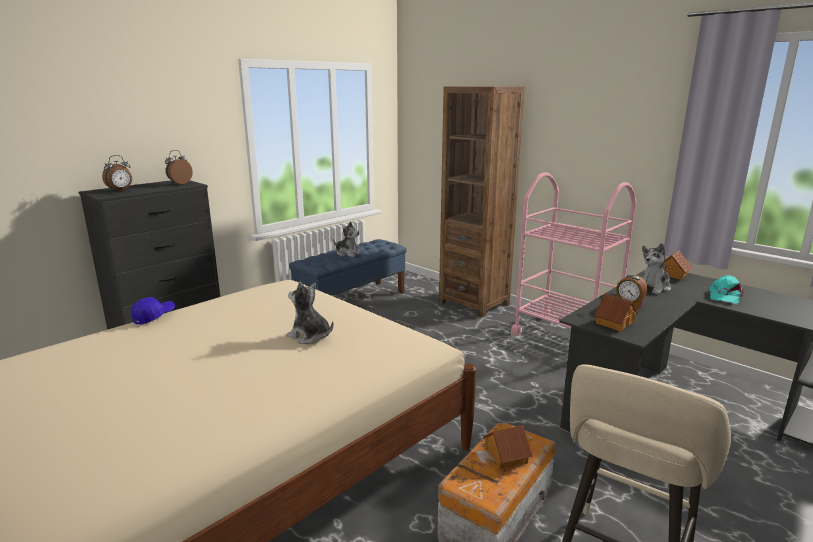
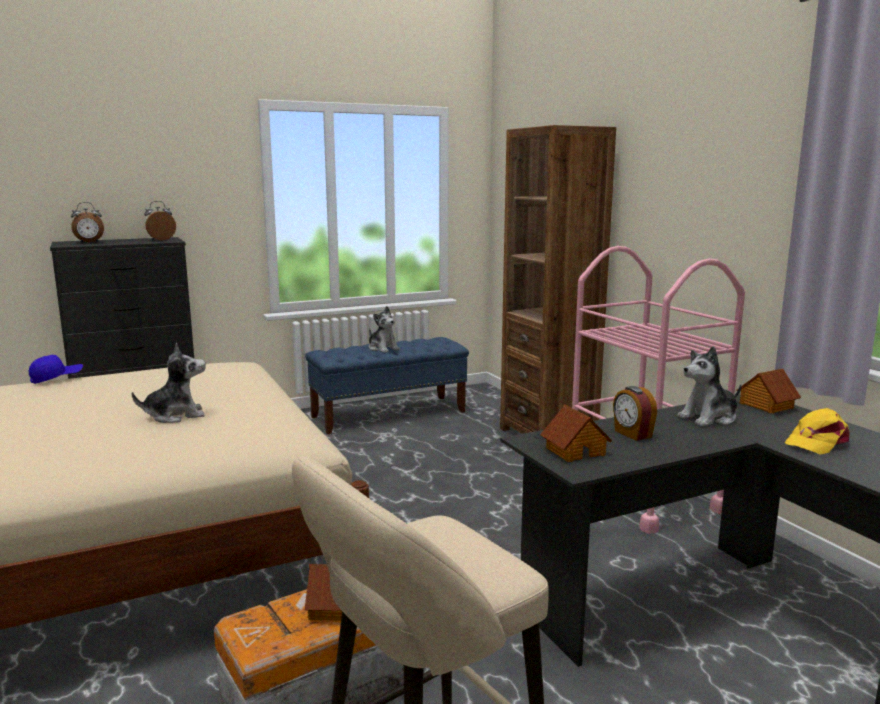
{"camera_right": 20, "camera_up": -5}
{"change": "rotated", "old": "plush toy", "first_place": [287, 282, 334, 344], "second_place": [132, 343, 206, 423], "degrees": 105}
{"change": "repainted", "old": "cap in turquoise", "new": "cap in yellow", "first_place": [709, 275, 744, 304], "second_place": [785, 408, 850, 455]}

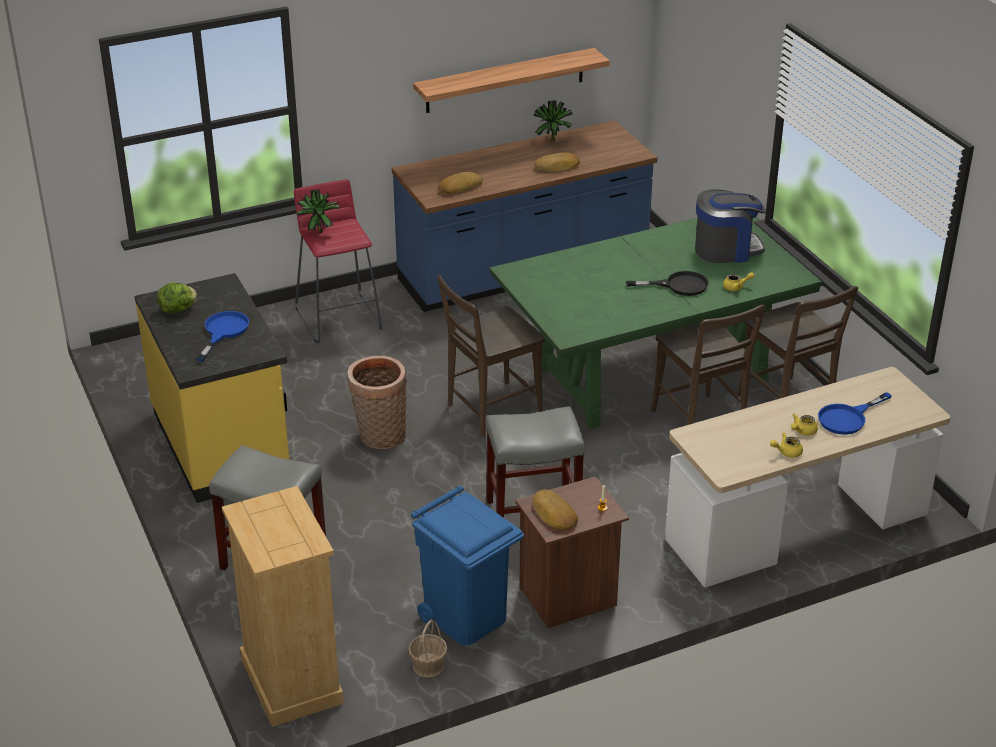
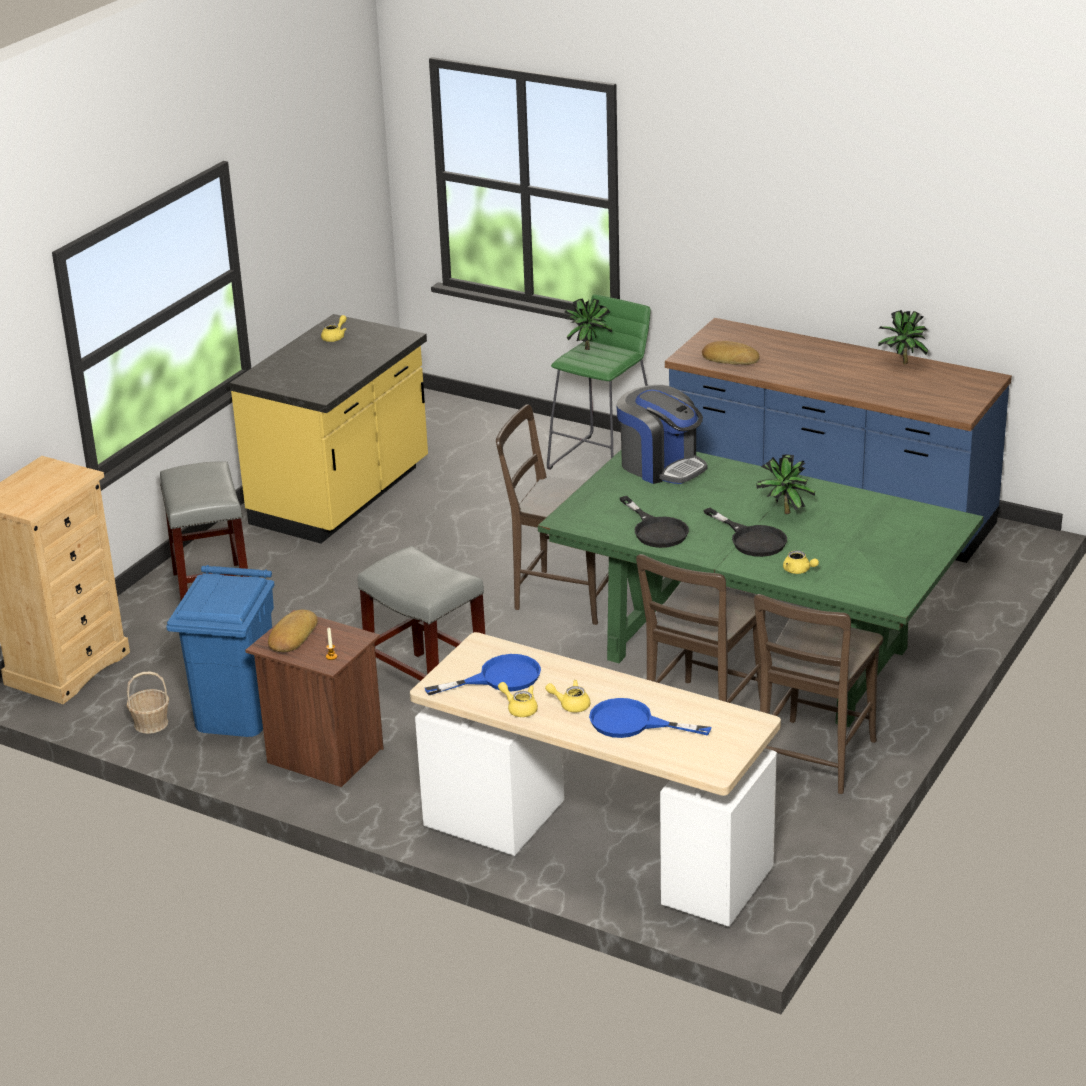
{"camera_right": 55, "camera_up": -5}
{"change": "swapped", "old": "lettuce", "new": "teapot in yellow", "first_place": [157, 283, 197, 313], "second_place": [321, 315, 347, 342]}
{"change": "shifted", "old": "frying pan in blue", "first_place": [196, 311, 249, 361], "second_place": [425, 654, 541, 695]}
{"change": "repainted", "old": "stool in red", "new": "stool in green", "first_place": [294, 179, 382, 343], "second_place": [547, 294, 650, 469]}
{"change": "gone", "old": "basket", "first_place": [347, 356, 407, 449]}
{"change": "gone", "old": "shelf", "first_place": [413, 48, 610, 113]}
{"change": "gone", "old": "bread", "first_place": [534, 152, 580, 172]}
{"change": "shifted", "old": "coffee machine", "first_place": [695, 189, 766, 263], "second_place": [616, 385, 708, 484]}
{"change": "new", "new": "frying pan in black", "second_place": [620, 496, 689, 548]}
{"change": "new", "new": "potted plant", "second_place": [756, 454, 815, 514]}

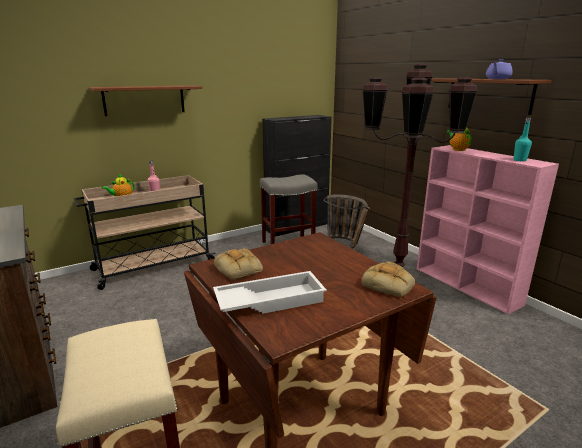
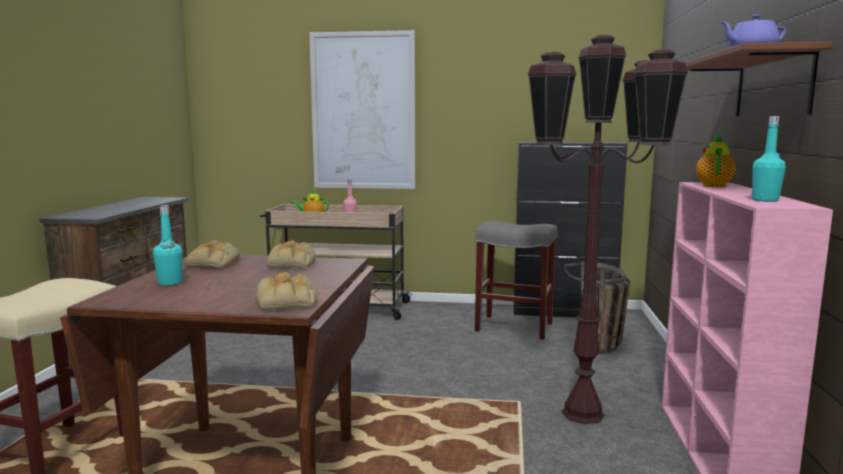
{"camera_right": 40, "camera_up": -10}
{"change": "swapped", "old": "shelf in brown", "new": "picture", "first_place": [89, 85, 202, 116], "second_place": [309, 30, 416, 189]}
{"change": "swapped", "old": "tray in white", "new": "bottle in turquoise", "first_place": [213, 271, 327, 314], "second_place": [153, 205, 182, 286]}
{"change": "new", "new": "bread", "second_place": [266, 240, 316, 268]}

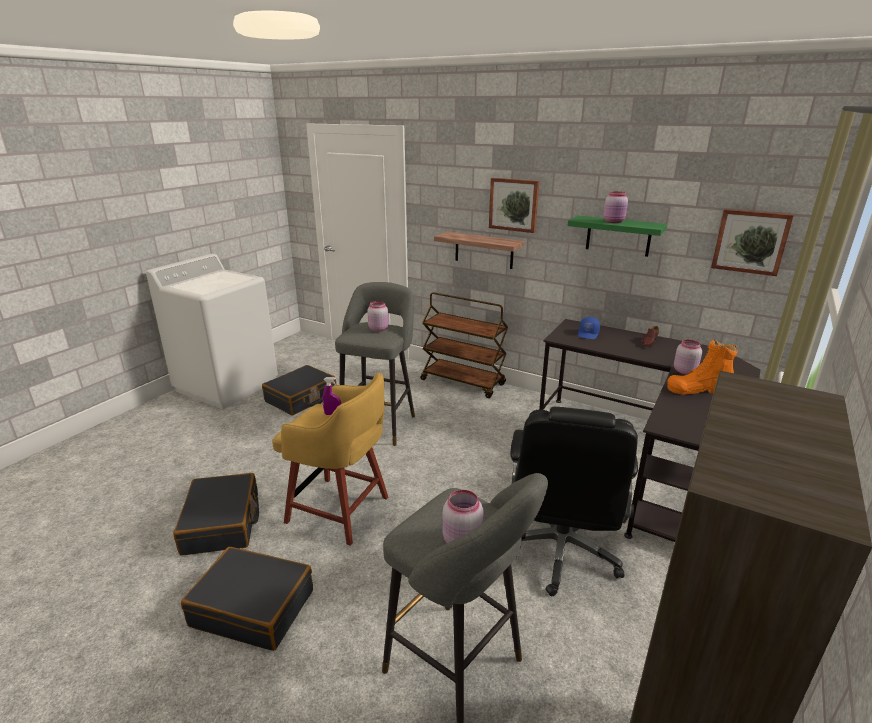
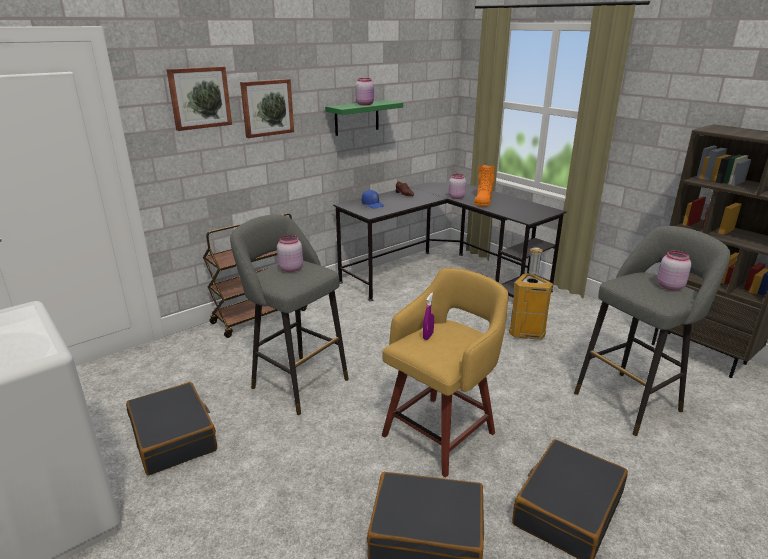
{"camera_right": -70, "camera_up": 0}
{"change": "gone", "old": "shelf", "first_place": [434, 232, 525, 269]}
{"change": "swapped", "old": "office chair in black", "new": "trash can", "first_place": [510, 407, 638, 596], "second_place": [509, 247, 553, 340]}
{"change": "shifted", "old": "picture", "first_place": [711, 209, 794, 276], "second_place": [167, 66, 232, 131]}

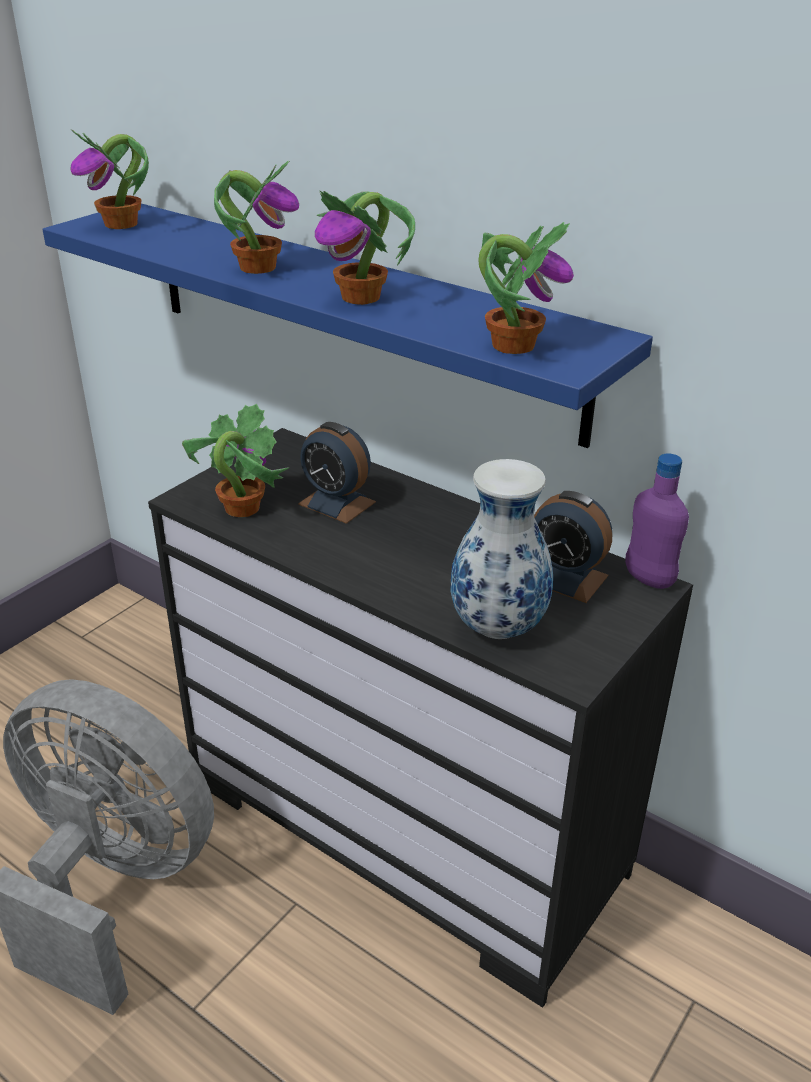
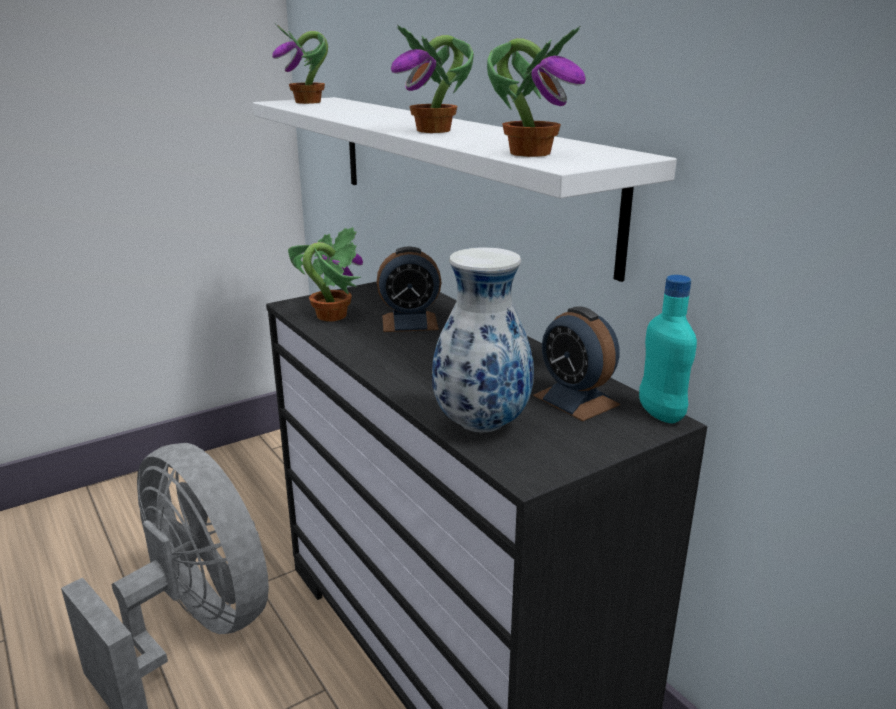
{"camera_right": 20, "camera_up": -10}
{"change": "repainted", "old": "shelf in blue", "new": "shelf in white", "first_place": [43, 203, 653, 448], "second_place": [253, 97, 677, 282]}
{"change": "gone", "old": "potted plant", "first_place": [214, 161, 299, 274]}
{"change": "rotated", "old": "alarm clock", "first_place": [298, 422, 376, 524], "second_place": [377, 246, 441, 332], "degrees": -60}
{"change": "repainted", "old": "bottle in purple", "new": "bottle in turquoise", "first_place": [625, 454, 689, 589], "second_place": [639, 275, 697, 423]}

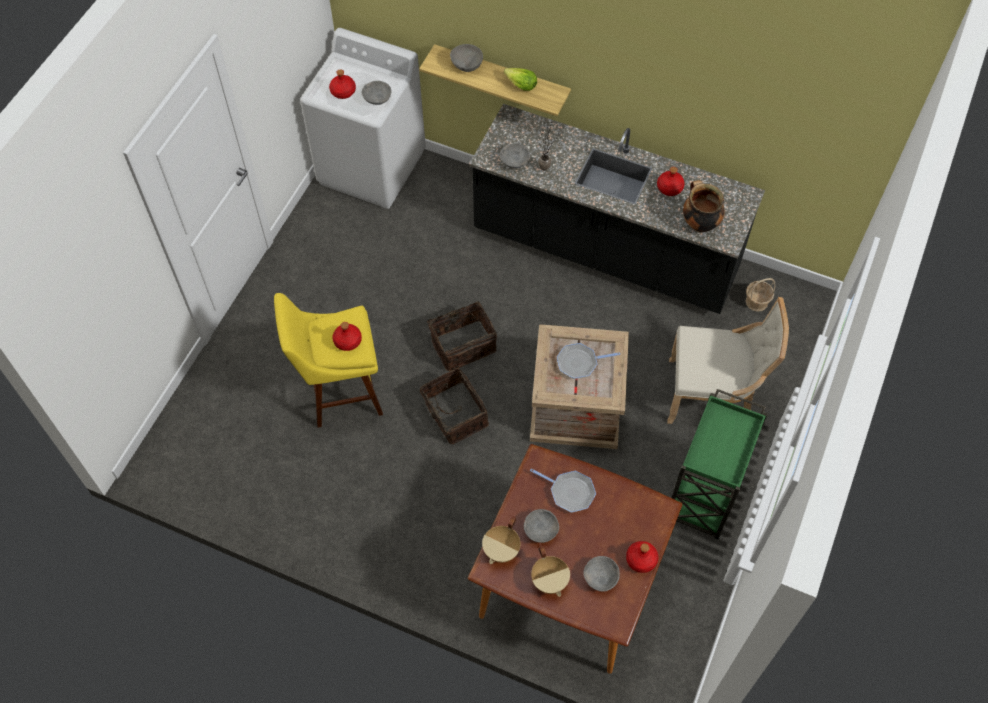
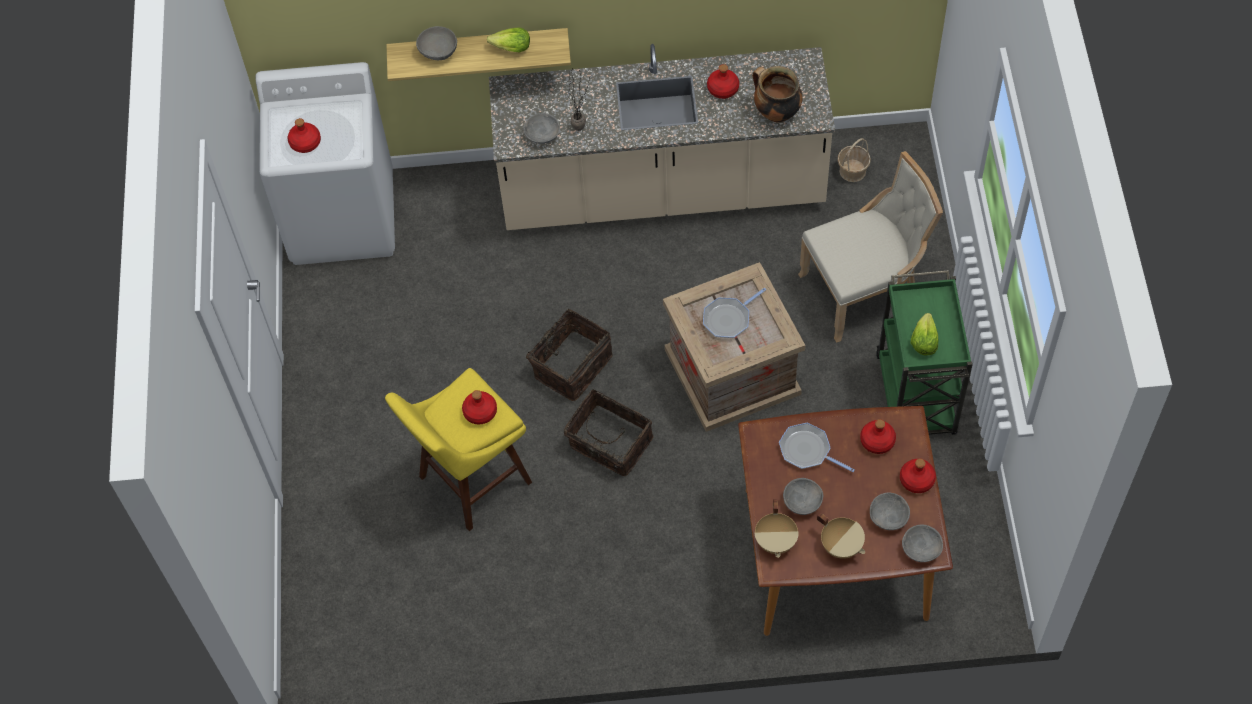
{"camera_right": -25, "camera_up": 0}
{"change": "shifted", "old": "bowl in grey", "first_place": [362, 81, 391, 105], "second_place": [902, 525, 943, 562]}
{"change": "repainted", "old": "counter in black", "new": "counter in beige", "first_place": [469, 104, 765, 314], "second_place": [489, 44, 835, 230]}
{"change": "rotated", "old": "frying pan", "first_place": [530, 469, 596, 513], "second_place": [779, 423, 855, 472], "degrees": -150}
{"change": "new", "new": "bottle in red", "second_place": [860, 419, 896, 454]}
{"change": "new", "new": "lettuce", "second_place": [910, 313, 938, 356]}

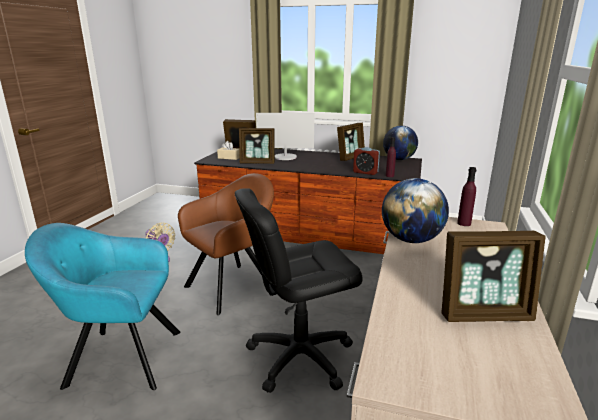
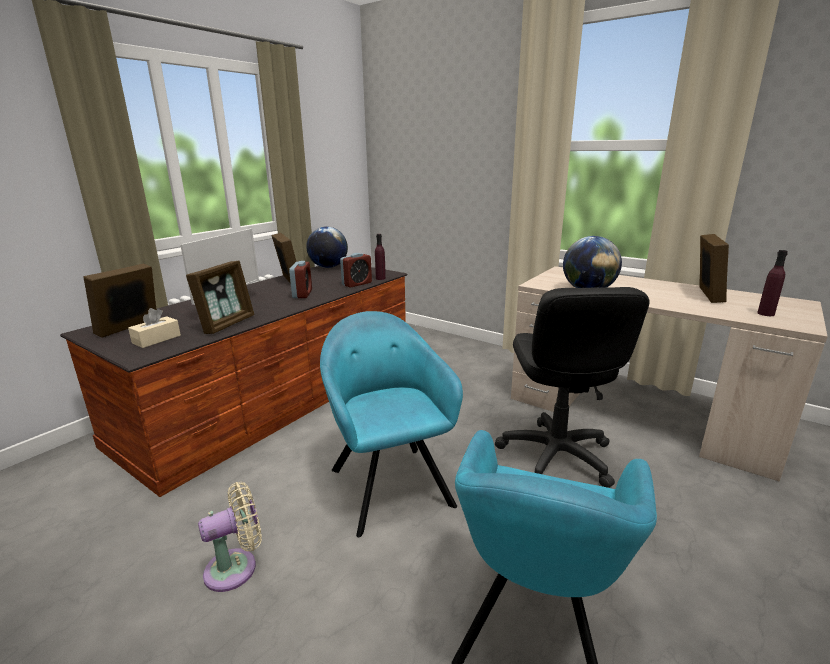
{"camera_right": -70, "camera_up": 0}
{"change": "repainted", "old": "armchair in brown", "new": "armchair in turquoise", "first_place": [178, 173, 274, 315], "second_place": [320, 311, 463, 537]}
{"change": "shifted", "old": "bottle in purple", "first_place": [457, 167, 476, 226], "second_place": [757, 250, 788, 316]}
{"change": "new", "new": "alarm clock", "second_place": [289, 261, 312, 298]}

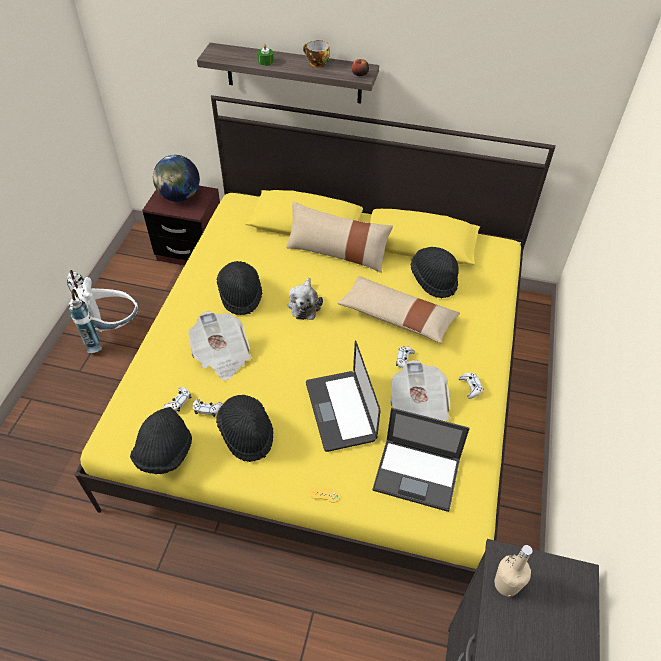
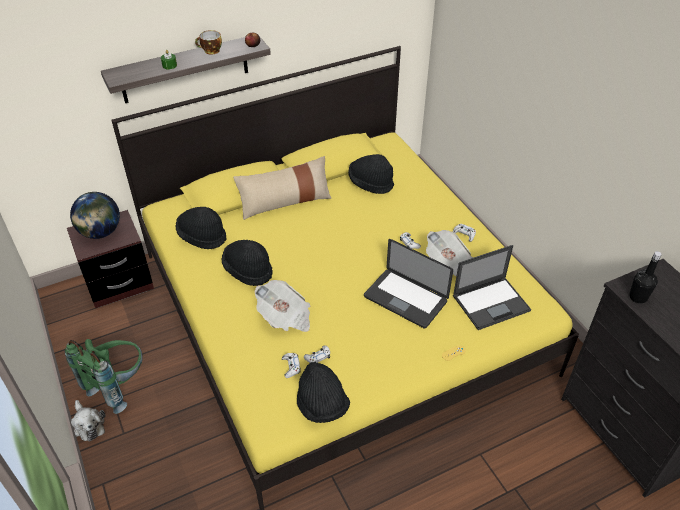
{"camera_right": -40, "camera_up": -5}
{"change": "repainted", "old": "backpack in white", "new": "backpack in green", "first_place": [66, 270, 138, 353], "second_place": [65, 339, 143, 414]}
{"change": "shifted", "old": "hat in black", "first_place": [216, 395, 273, 462], "second_place": [176, 207, 227, 249]}
{"change": "shifted", "old": "plush toy", "first_place": [288, 278, 323, 320], "second_place": [71, 400, 105, 442]}
{"change": "gone", "old": "pillow in beige", "first_place": [337, 276, 460, 343]}
{"change": "repainted", "old": "bottle in beige", "new": "bottle in black", "first_place": [494, 545, 533, 597], "second_place": [629, 251, 662, 303]}

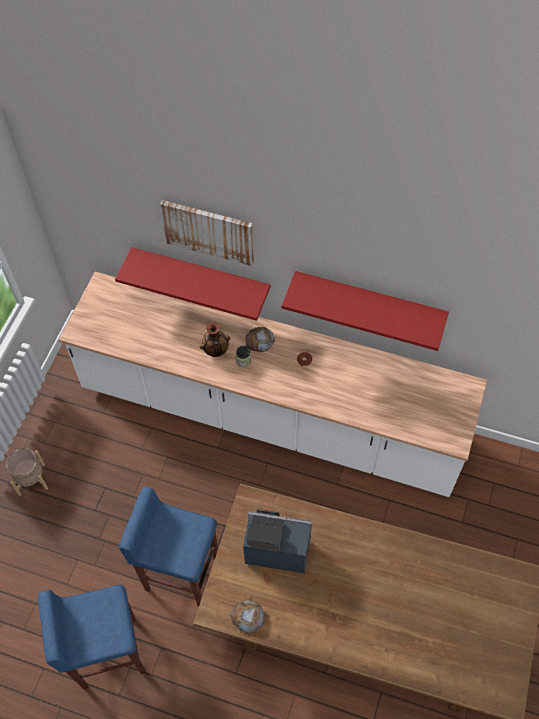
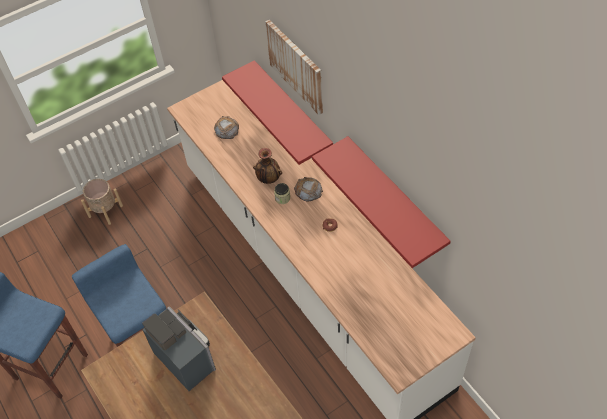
{"camera_right": 40, "camera_up": -5}
{"change": "shifted", "old": "bread", "first_place": [230, 600, 265, 633], "second_place": [214, 116, 239, 139]}

